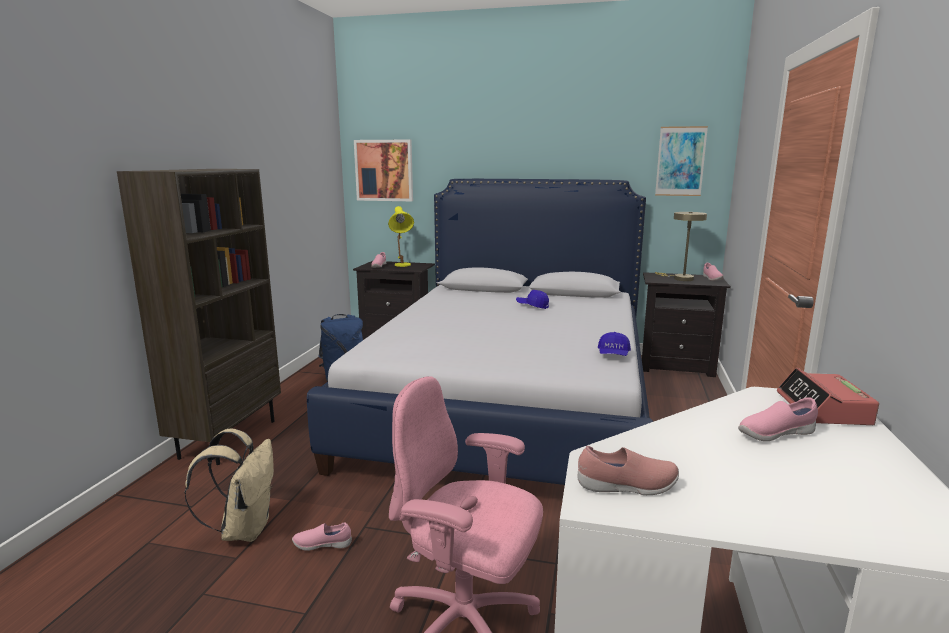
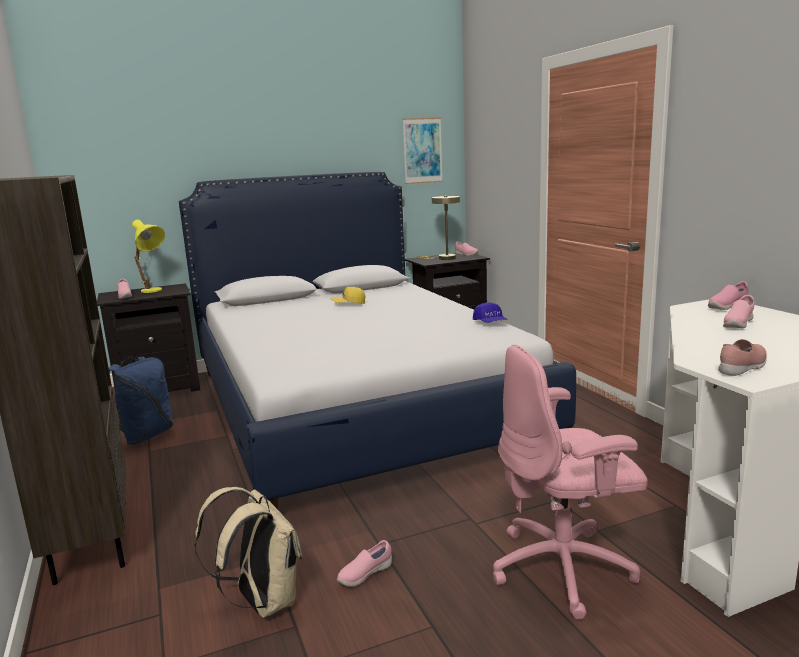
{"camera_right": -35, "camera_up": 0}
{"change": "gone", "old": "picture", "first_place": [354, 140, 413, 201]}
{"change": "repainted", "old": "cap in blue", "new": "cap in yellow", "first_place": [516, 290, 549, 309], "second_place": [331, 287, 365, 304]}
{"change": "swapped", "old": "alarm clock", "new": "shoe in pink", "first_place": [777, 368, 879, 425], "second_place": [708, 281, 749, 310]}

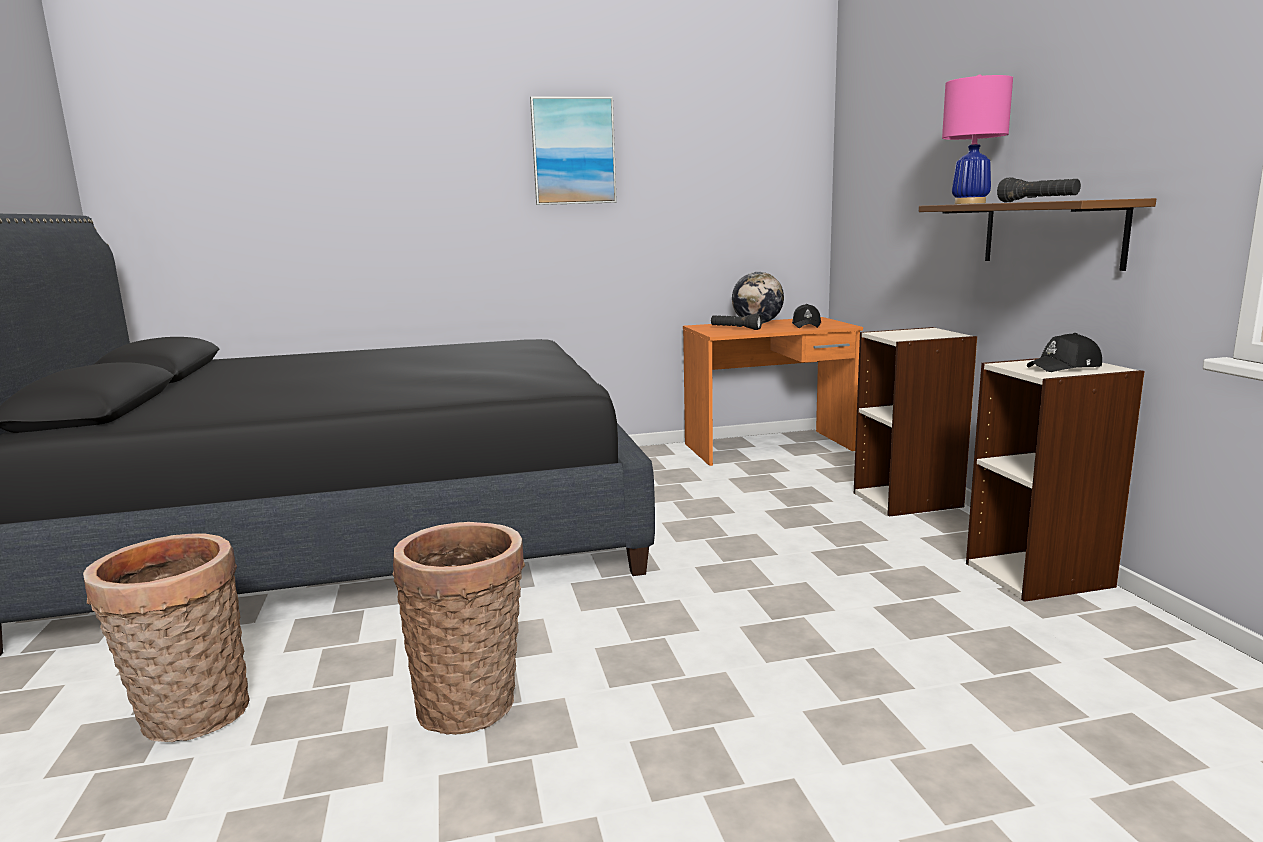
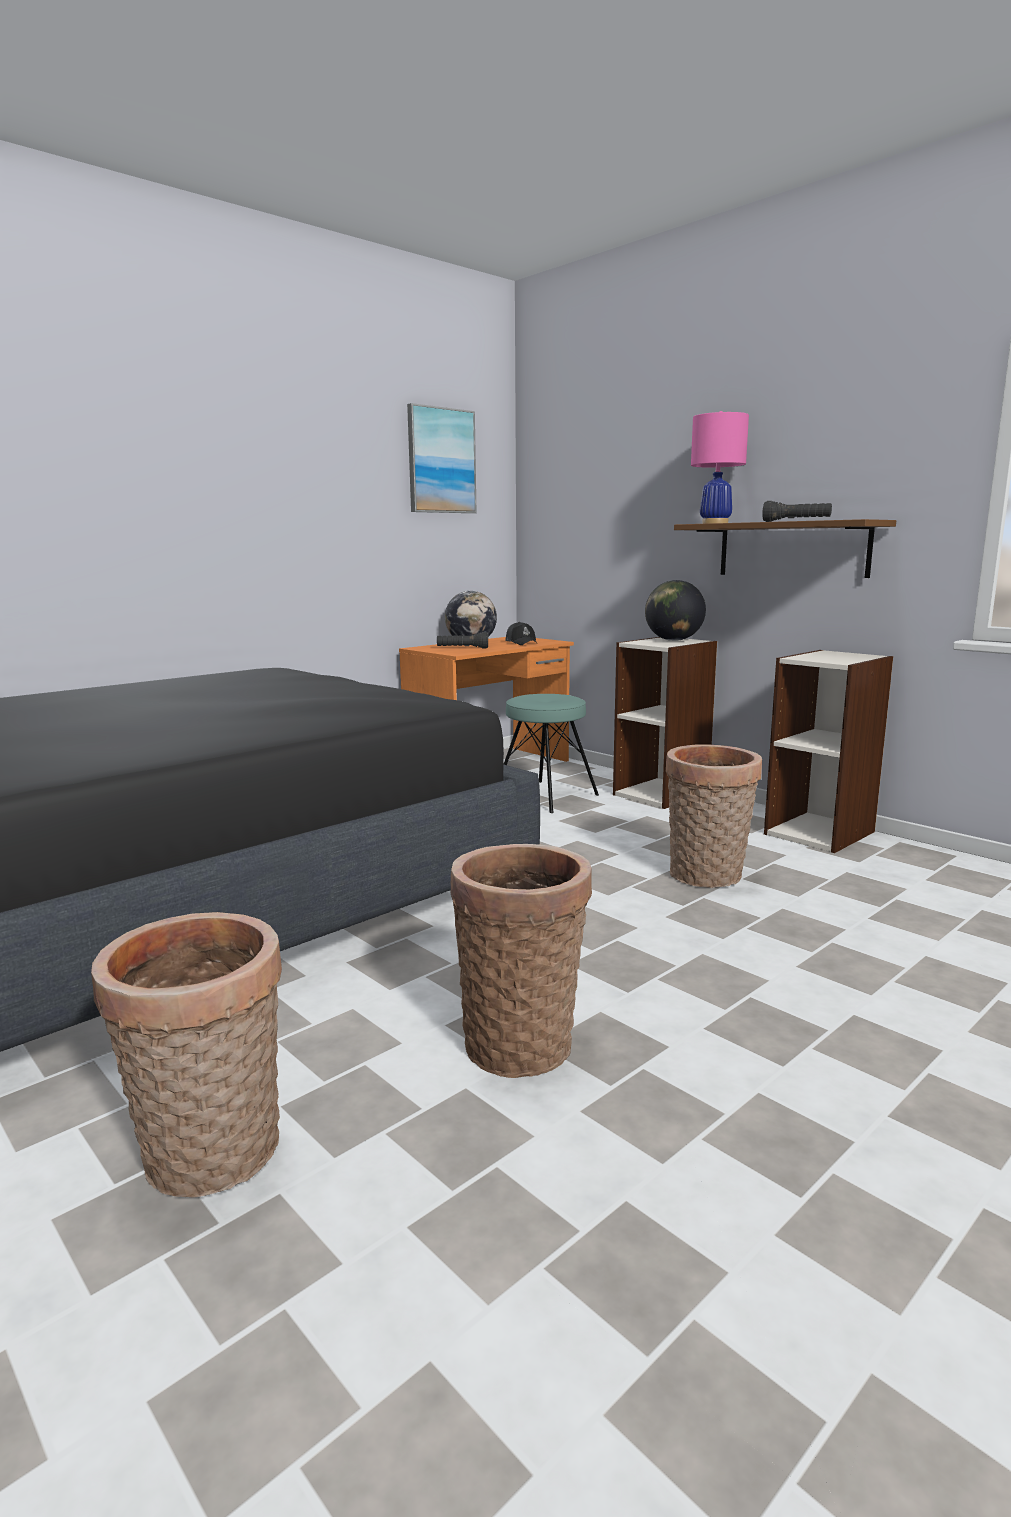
{"camera_right": -30, "camera_up": 0}
{"change": "shifted", "old": "picture", "first_place": [530, 97, 617, 205], "second_place": [407, 403, 477, 513]}
{"change": "gone", "old": "cap in black", "first_place": [1027, 333, 1102, 372]}
{"change": "new", "new": "stool in turquoise", "second_place": [504, 694, 599, 813]}
{"change": "new", "new": "globe", "second_place": [645, 580, 706, 641]}
{"change": "new", "new": "basket", "second_place": [666, 744, 762, 888]}

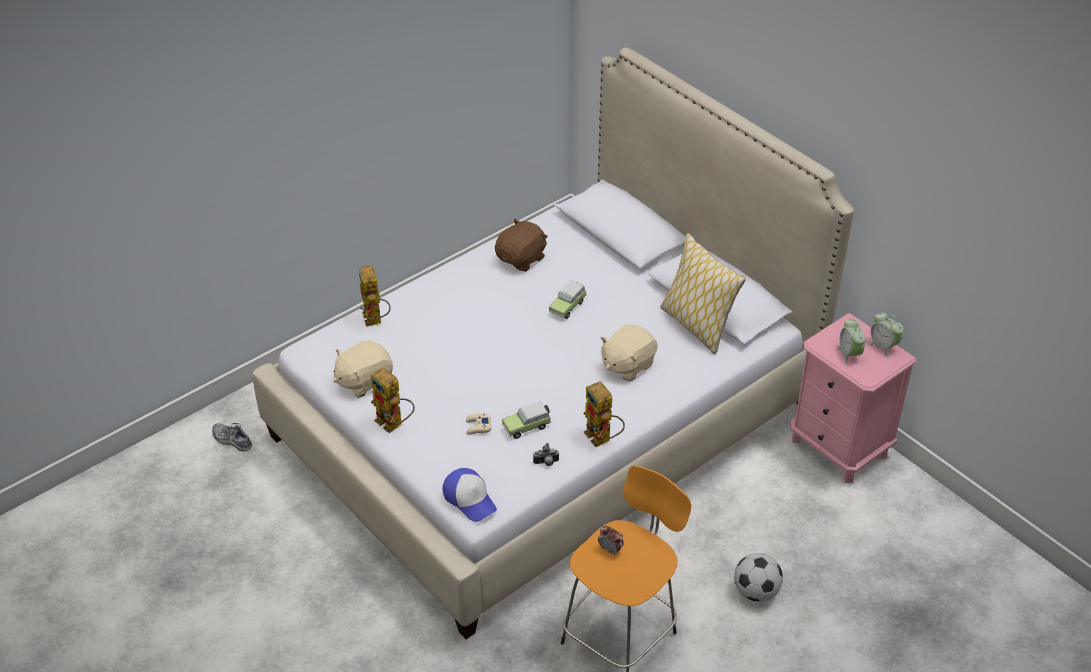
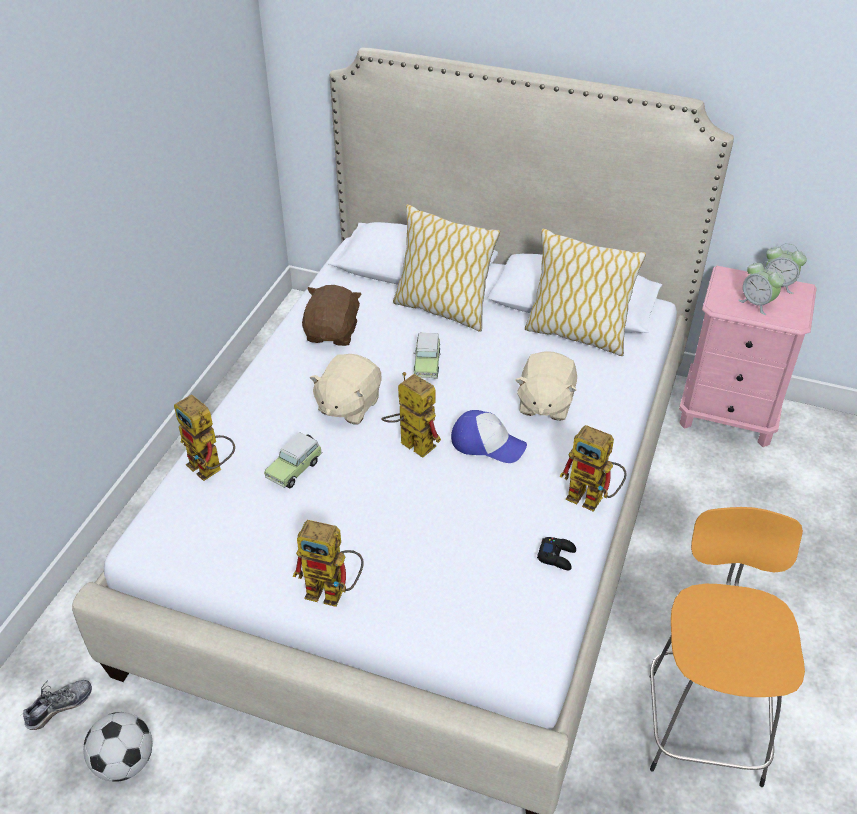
{"camera_right": -30, "camera_up": 0}
{"change": "rotated", "old": "shoe", "first_place": [212, 423, 252, 452], "second_place": [23, 680, 92, 730], "degrees": 135}
{"change": "shifted", "old": "plush toy in beige", "first_place": [333, 340, 393, 398], "second_place": [310, 354, 382, 425]}
{"change": "shifted", "old": "cap", "first_place": [443, 468, 497, 522], "second_place": [451, 410, 527, 463]}
{"change": "gone", "old": "game controller in beige", "first_place": [466, 413, 491, 435]}
{"change": "shifted", "old": "toy car", "first_place": [502, 401, 551, 439], "second_place": [264, 432, 322, 488]}
{"change": "swapped", "old": "photo camera", "new": "game controller in black", "first_place": [533, 443, 560, 466], "second_place": [537, 537, 576, 570]}
{"change": "gone", "old": "alarm clock", "first_place": [598, 526, 624, 555]}
{"change": "shifted", "old": "football", "first_place": [734, 553, 783, 602], "second_place": [83, 712, 153, 782]}
{"change": "new", "new": "toy robot", "second_place": [381, 372, 441, 458]}
{"change": "new", "new": "pillow", "second_place": [393, 204, 500, 332]}

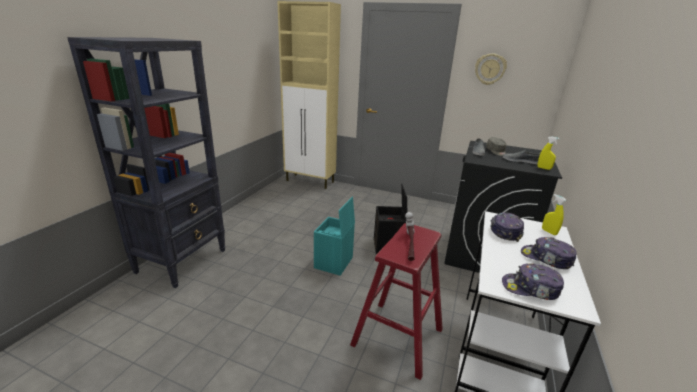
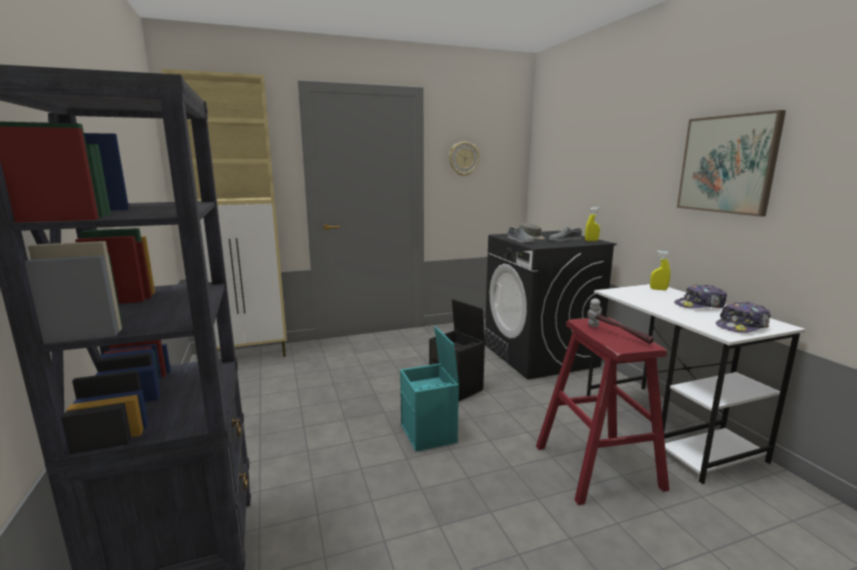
{"camera_right": -40, "camera_up": -10}
{"change": "gone", "old": "cap", "first_place": [490, 212, 524, 242]}
{"change": "new", "new": "picture", "second_place": [677, 110, 786, 217]}

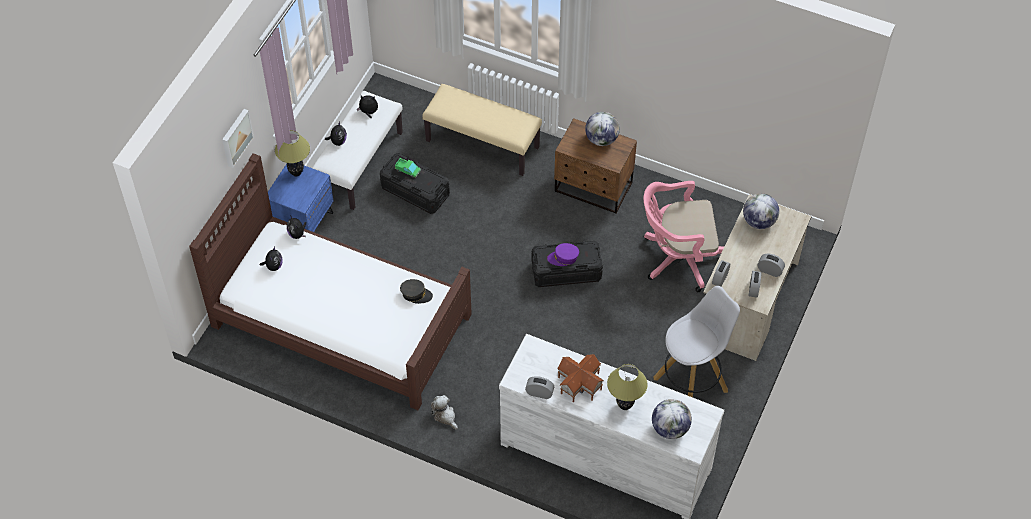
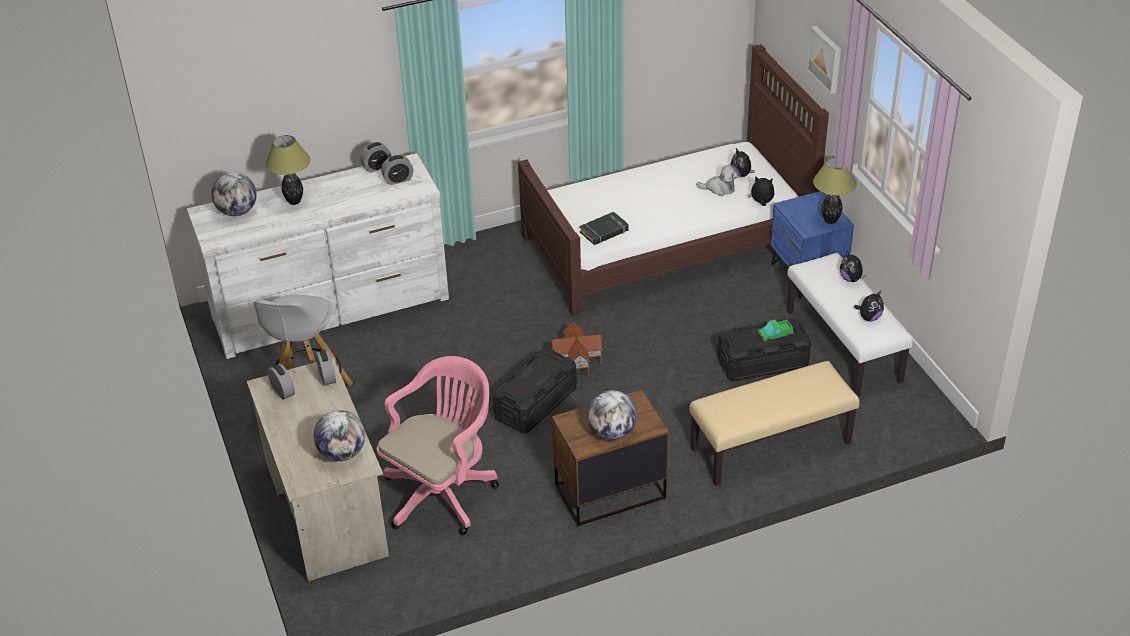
{"camera_right": 135, "camera_up": -15}
{"change": "swapped", "old": "cap in grey", "new": "book in black", "first_place": [400, 279, 433, 304], "second_place": [580, 212, 629, 245]}
{"change": "shifted", "old": "plush toy", "first_place": [431, 395, 458, 430], "second_place": [696, 165, 738, 196]}
{"change": "gone", "old": "cap in purple", "first_place": [547, 243, 579, 266]}
{"change": "shifted", "old": "toy house", "first_place": [558, 354, 604, 403], "second_place": [550, 322, 603, 376]}
{"change": "shifted", "old": "alarm clock", "first_place": [758, 254, 785, 277], "second_place": [381, 155, 413, 185]}

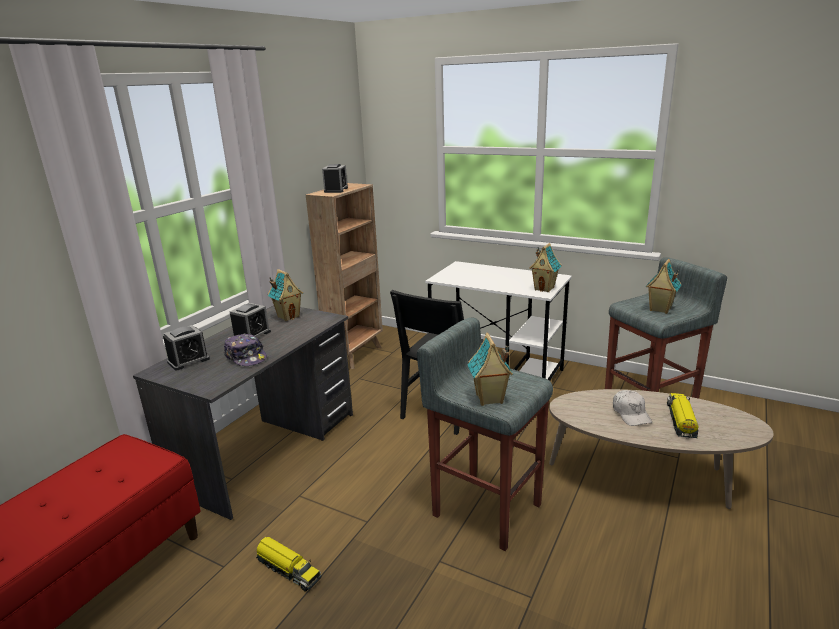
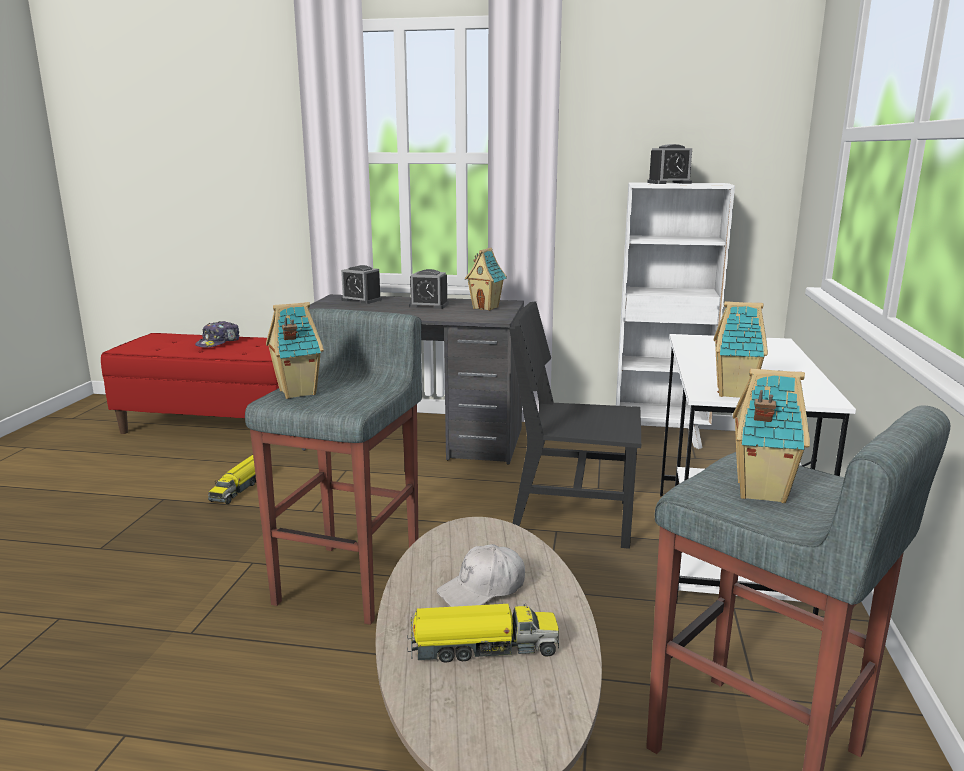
{"camera_right": 70, "camera_up": -5}
{"change": "shifted", "old": "cap", "first_place": [224, 333, 267, 366], "second_place": [195, 321, 239, 348]}
{"change": "repainted", "old": "bookcase in brown", "new": "bookcase in white", "first_place": [306, 183, 383, 369], "second_place": [616, 182, 735, 449]}

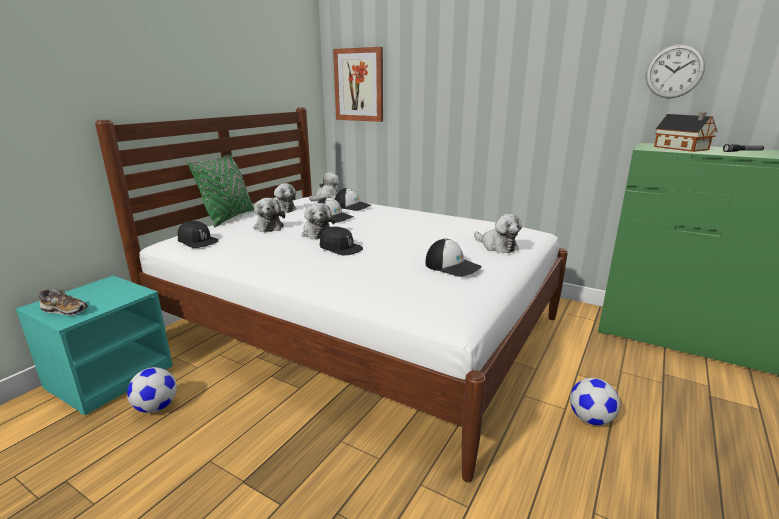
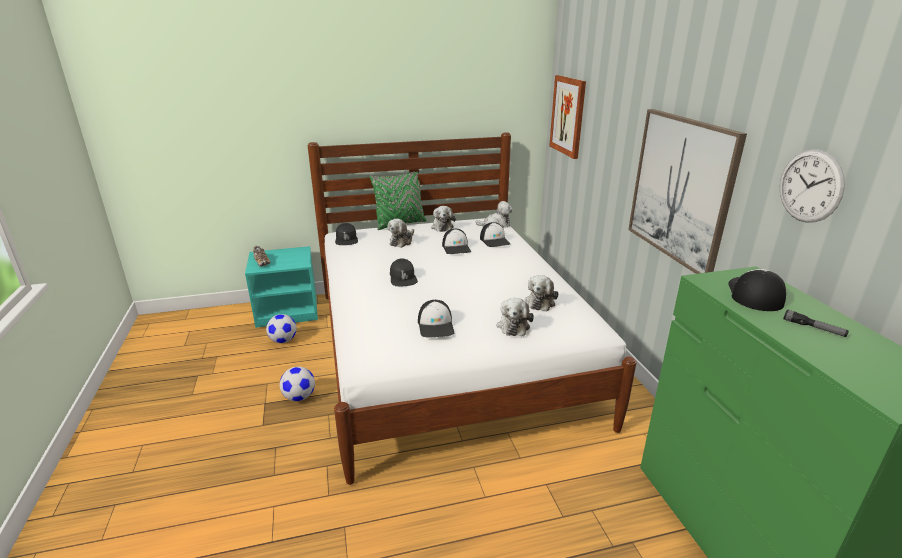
{"camera_right": 45, "camera_up": 5}
{"change": "shifted", "old": "plush toy", "first_place": [302, 203, 335, 240], "second_place": [525, 275, 559, 312]}
{"change": "shifted", "old": "football", "first_place": [570, 378, 620, 426], "second_place": [280, 367, 315, 401]}
{"change": "swapped", "old": "toy house", "new": "cap", "first_place": [654, 112, 717, 152], "second_place": [728, 269, 786, 311]}
{"change": "new", "new": "picture", "second_place": [628, 109, 747, 274]}

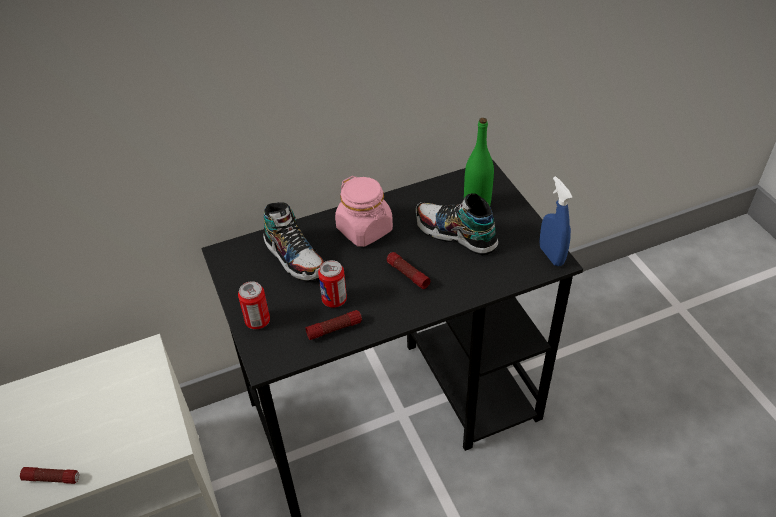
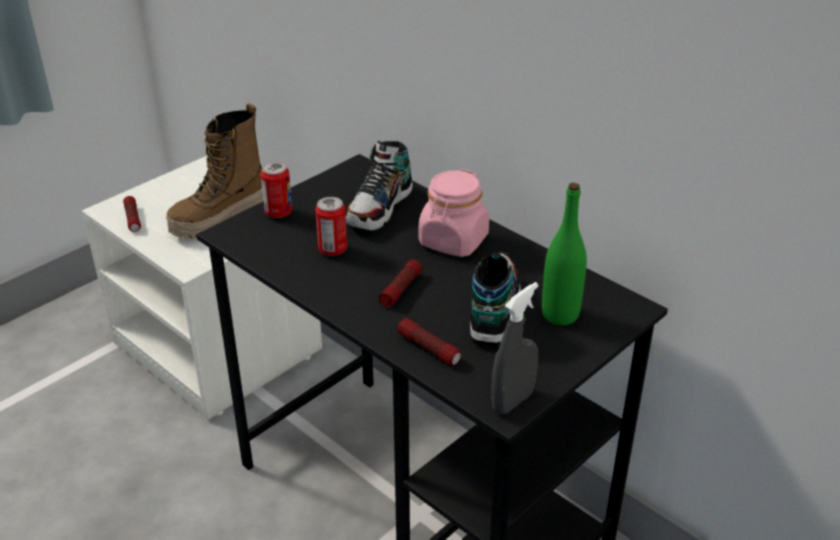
{"camera_right": 65, "camera_up": -10}
{"change": "shifted", "old": "flashlight", "first_place": [305, 310, 362, 340], "second_place": [397, 318, 461, 365]}
{"change": "repainted", "old": "spray bottle in blue", "new": "spray bottle in grey", "first_place": [540, 176, 573, 266], "second_place": [491, 282, 539, 415]}
{"change": "new", "new": "boot", "second_place": [166, 103, 263, 239]}

